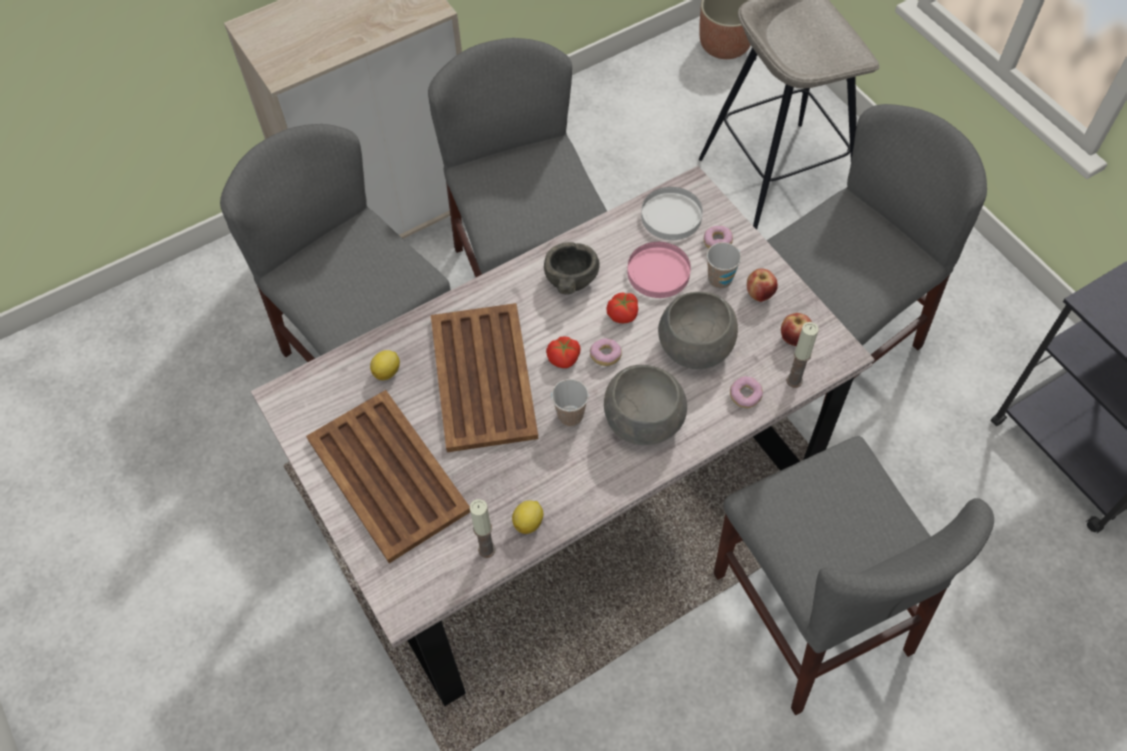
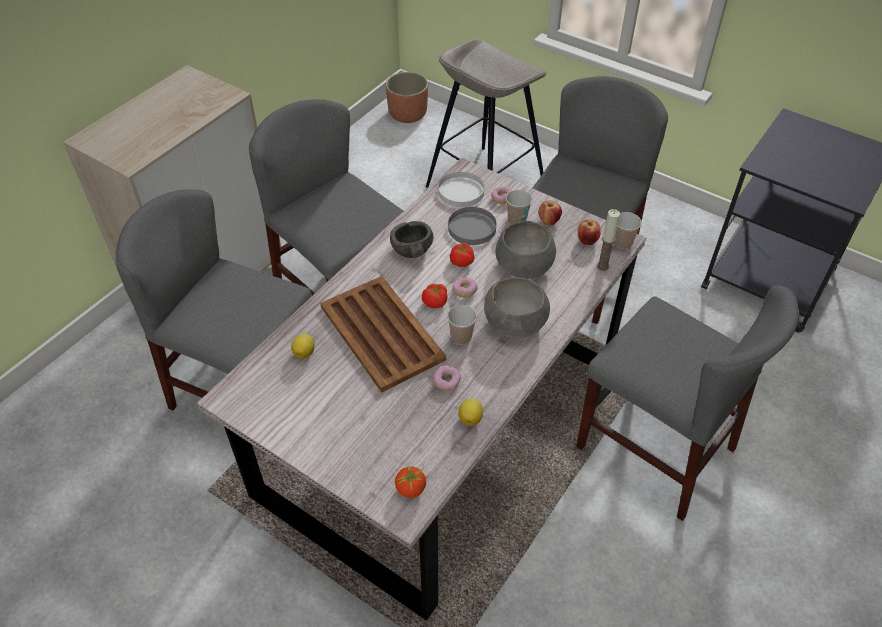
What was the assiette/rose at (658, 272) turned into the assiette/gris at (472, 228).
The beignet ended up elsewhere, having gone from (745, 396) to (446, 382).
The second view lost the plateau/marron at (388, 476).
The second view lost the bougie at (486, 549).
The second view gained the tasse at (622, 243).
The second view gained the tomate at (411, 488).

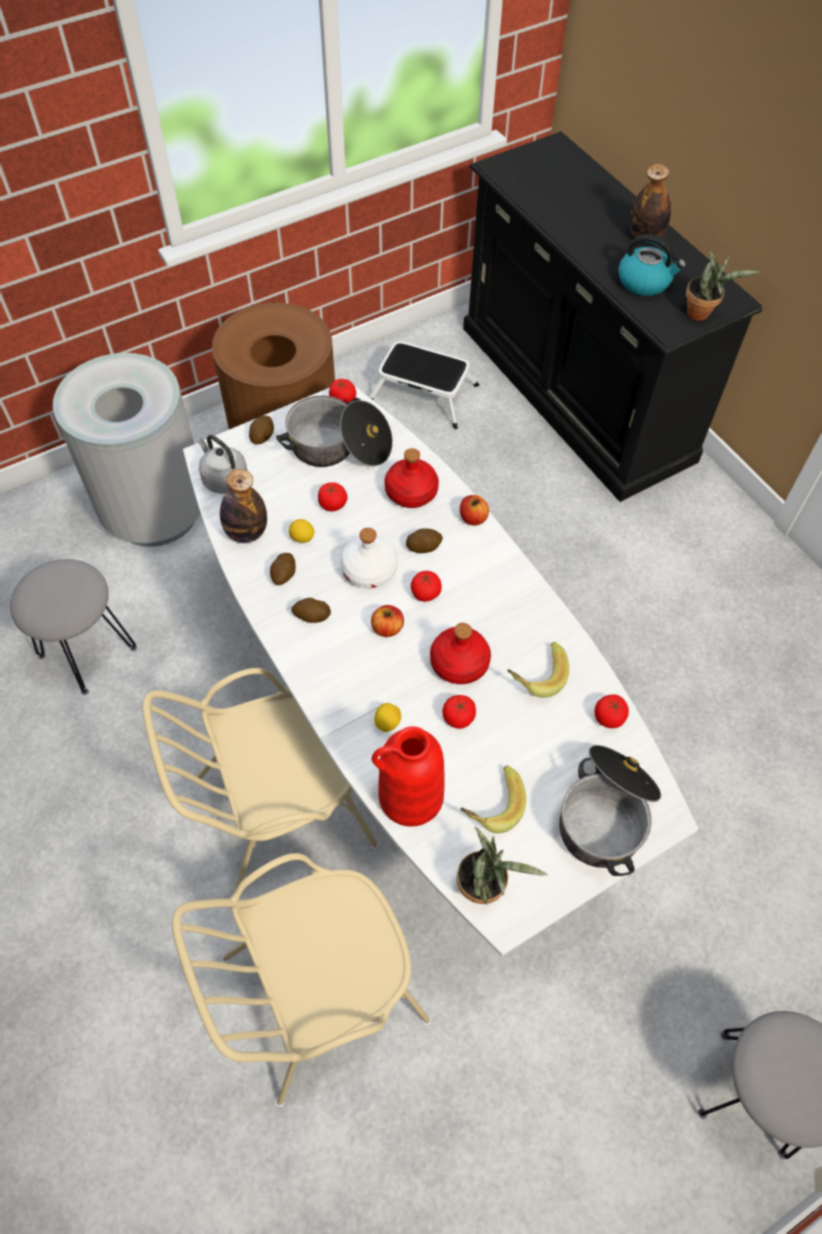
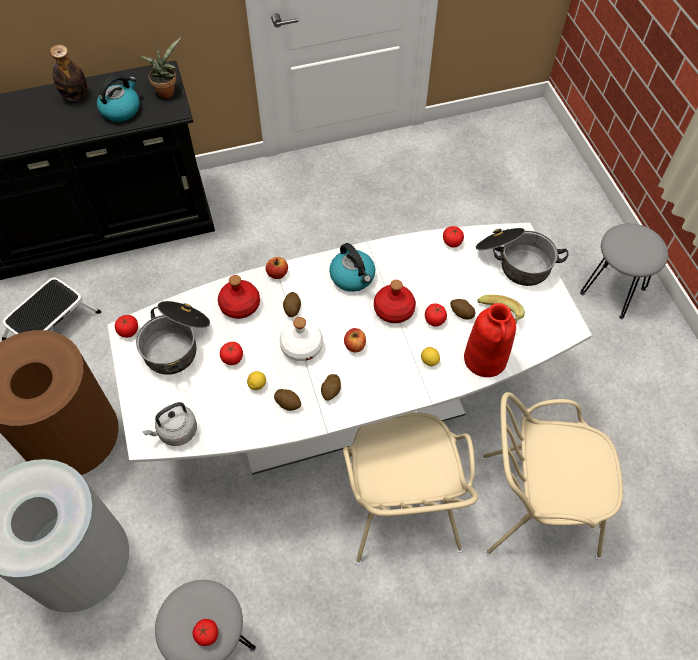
The pomme de terre ended up elsewhere, having gone from (262, 436) to (461, 313).
The second view lost the bouteille at (246, 532).
The tomate ended up elsewhere, having gone from (425, 593) to (207, 634).
The second view lost the banane at (535, 675).
The second view lost the plante en pot at (484, 886).
The chaise/beige at (316, 995) ended up facing another way, 105 degrees clockwise from before.
The second view gained the bouilloire at (353, 277).

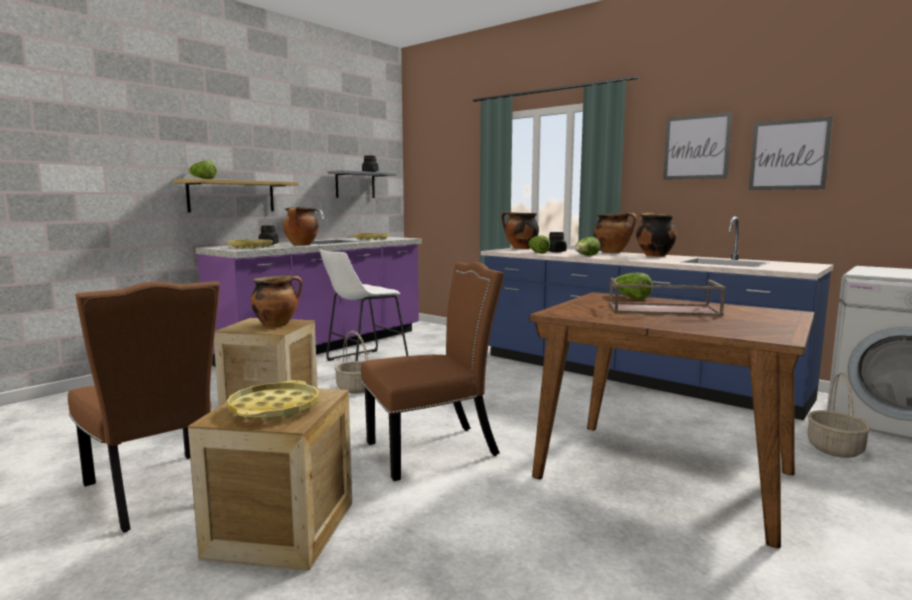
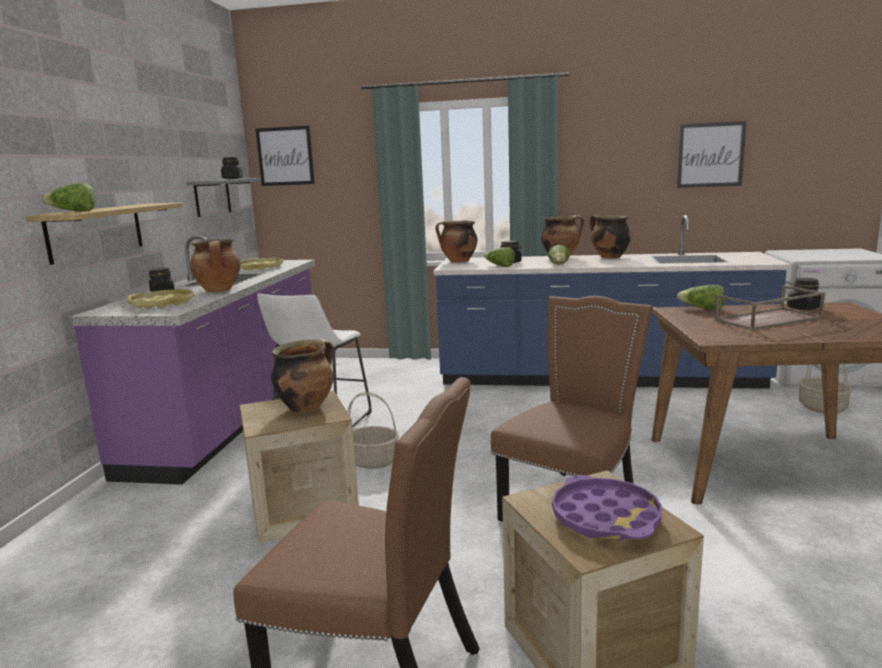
The tableau ended up elsewhere, having gone from (696, 147) to (285, 156).
What was the plateau/jaune at (274, 408) turned into the plateau/violet at (606, 517).
The second view gained the bocal/noir at (803, 308).

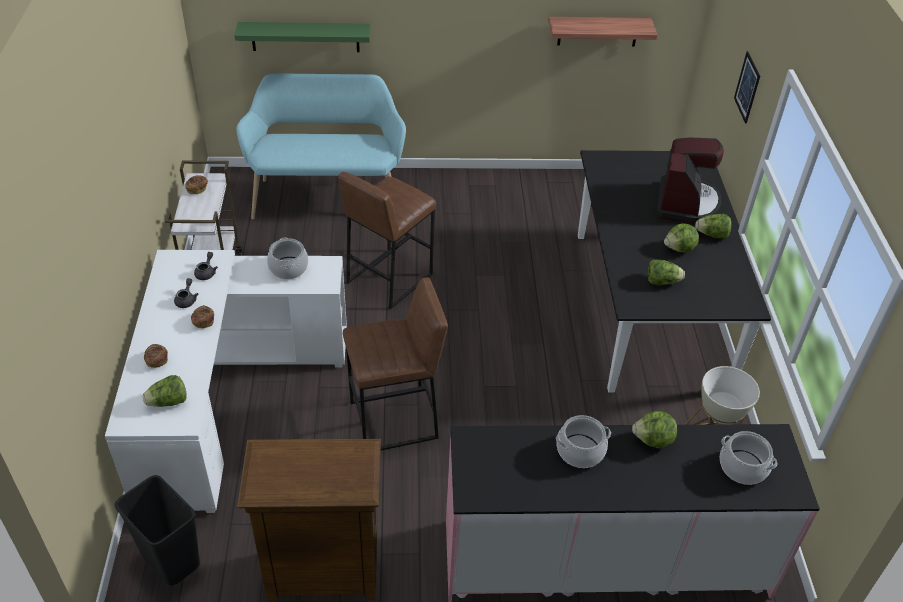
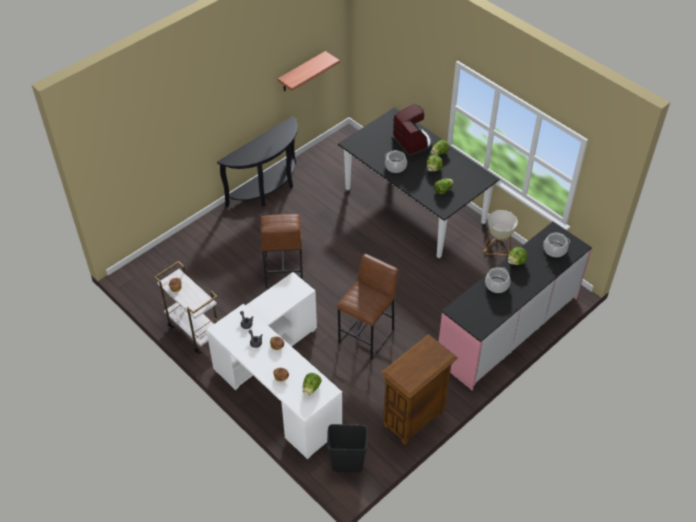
The second view lost the étagère/vert at (305, 36).
The second view lost the tableau at (747, 87).
The second view lost the banc/turquoise at (327, 195).
The marmite ended up elsewhere, having gone from (289, 268) to (395, 166).
The second view gained the table console/noir at (268, 190).

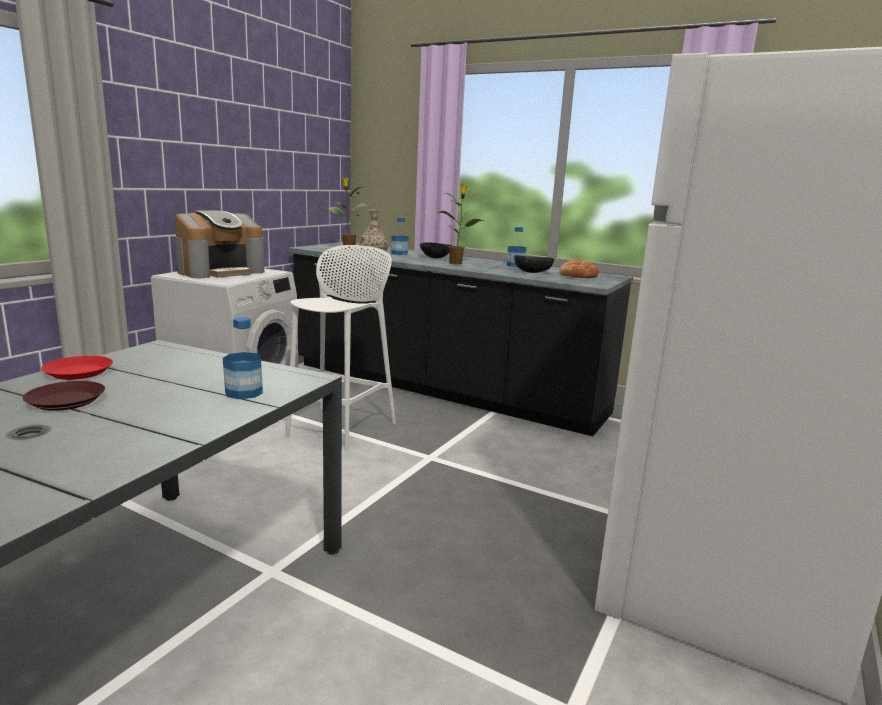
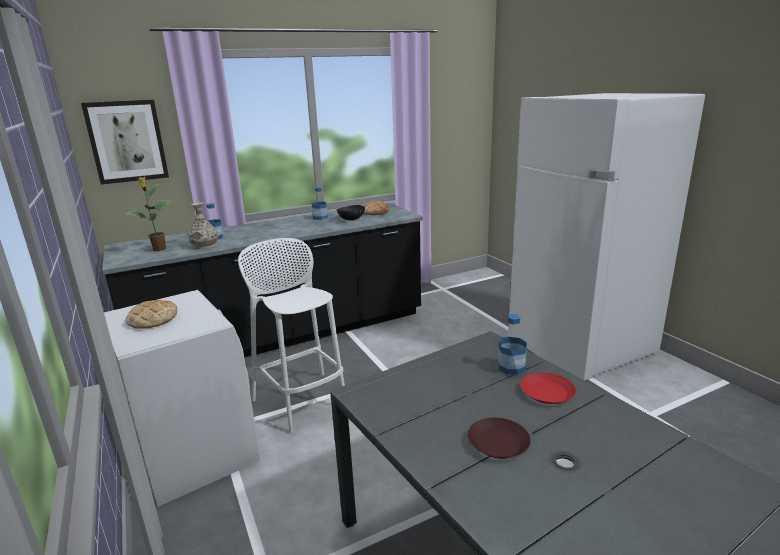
The second view lost the plante en pot at (456, 263).
Where the machine à café stood at (221, 272), the pain came to stand at (153, 319).
The second view lost the bol/noir at (434, 258).
The assiette/rouge ended up elsewhere, having gone from (79, 372) to (546, 392).
The second view gained the tableau at (127, 141).

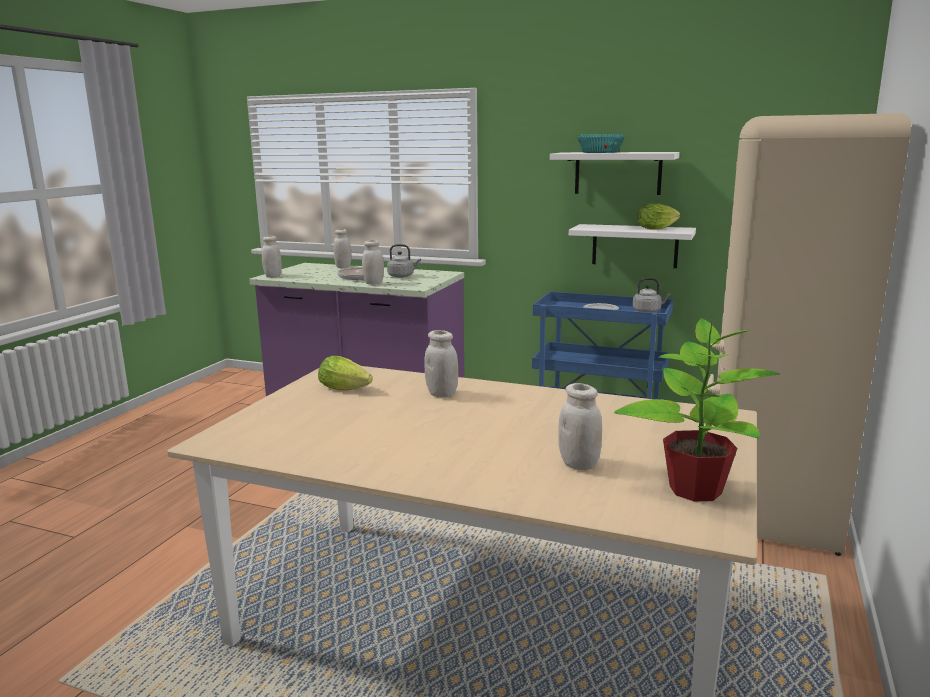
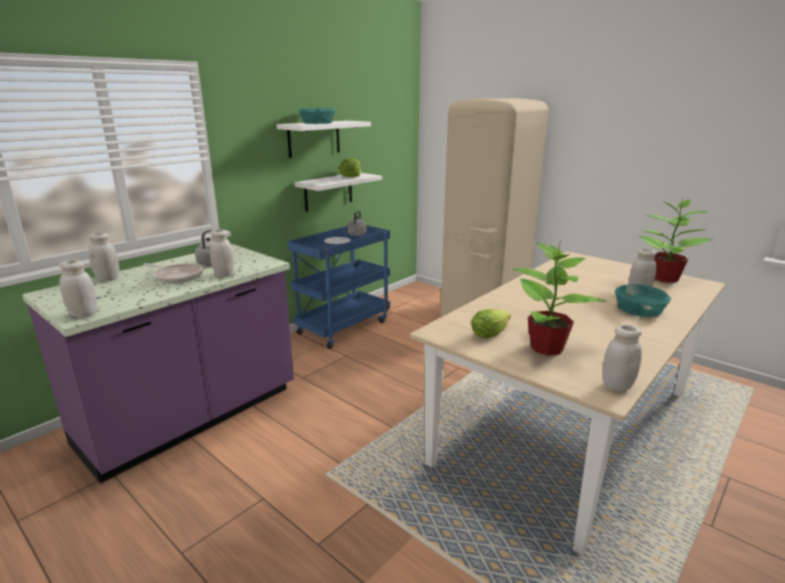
The bocal/blanc ended up elsewhere, having gone from (442, 394) to (617, 385).
The second view gained the plante en pot at (547, 348).
The second view gained the bol/turquoise at (639, 309).

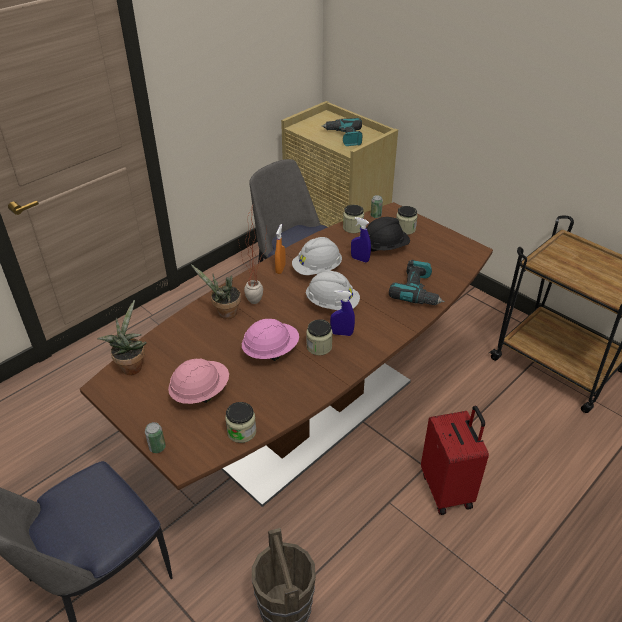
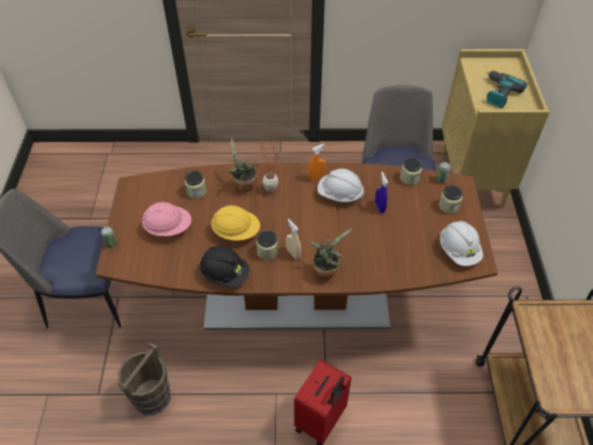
The casque de chantier/noir ended up elsewhere, having gone from (384, 247) to (225, 274).
The second view lost the perceuse at (418, 291).
The casque de chantier/blanc ended up elsewhere, having gone from (332, 304) to (458, 251).
What was the vaporisateur/bleu at (341, 333) turned into the vaporisateur/beige at (293, 253).
The plante en pot ended up elsewhere, having gone from (131, 366) to (326, 271).
What was the casque de chantier/rose at (271, 351) turned into the casque de chantier/jaune at (236, 232).
The bocal ended up elsewhere, having gone from (241, 432) to (196, 191).

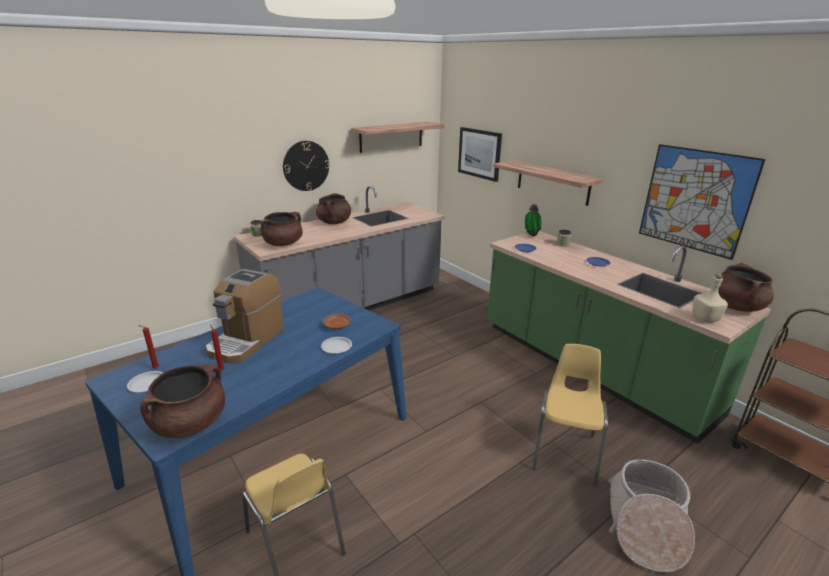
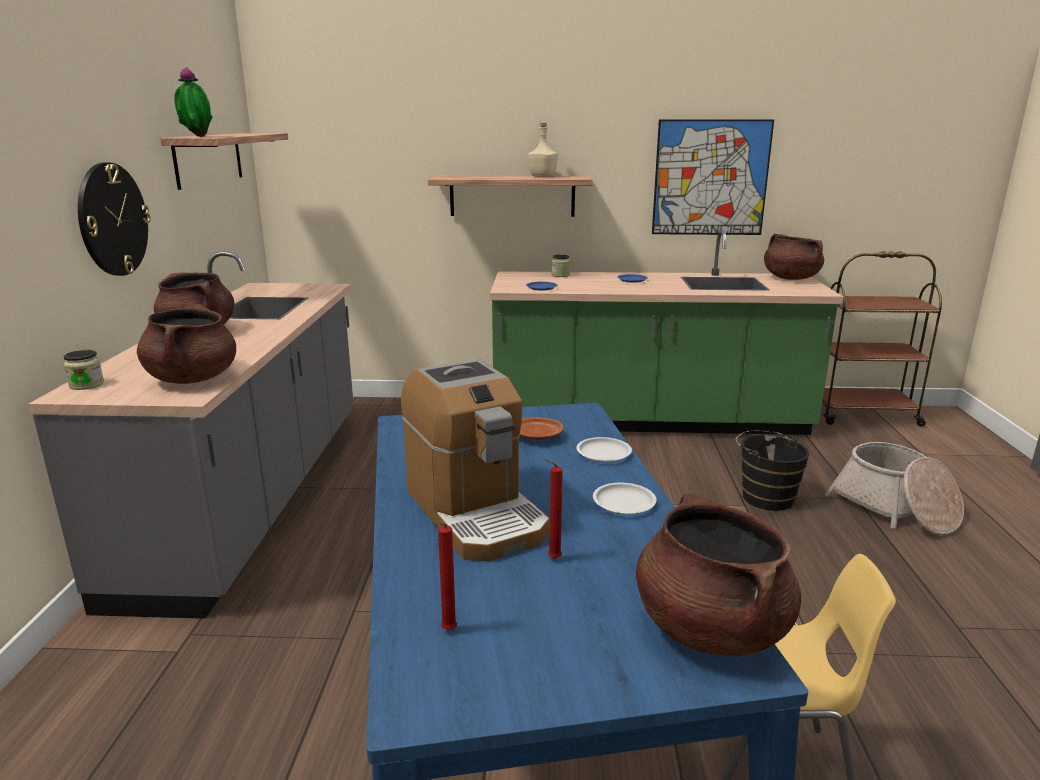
The second view lost the tableau at (479, 153).
The plante en pot ended up elsewhere, having gone from (531, 236) to (197, 137).
The bouteille/beige ended up elsewhere, having gone from (705, 319) to (543, 177).
Where the chaise/jaune stood at (565, 452), the seau/noir came to stand at (764, 496).
The assiette/blanc ended up elsewhere, having gone from (147, 384) to (624, 503).

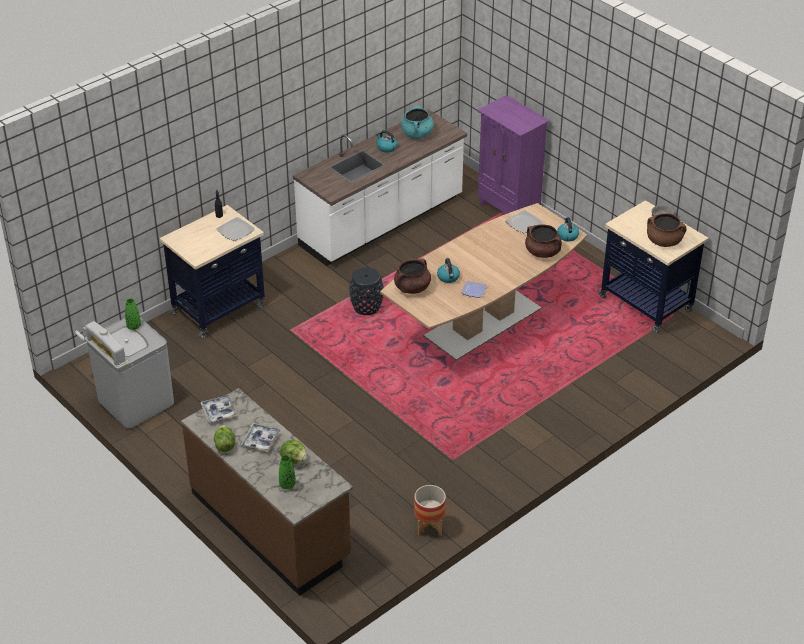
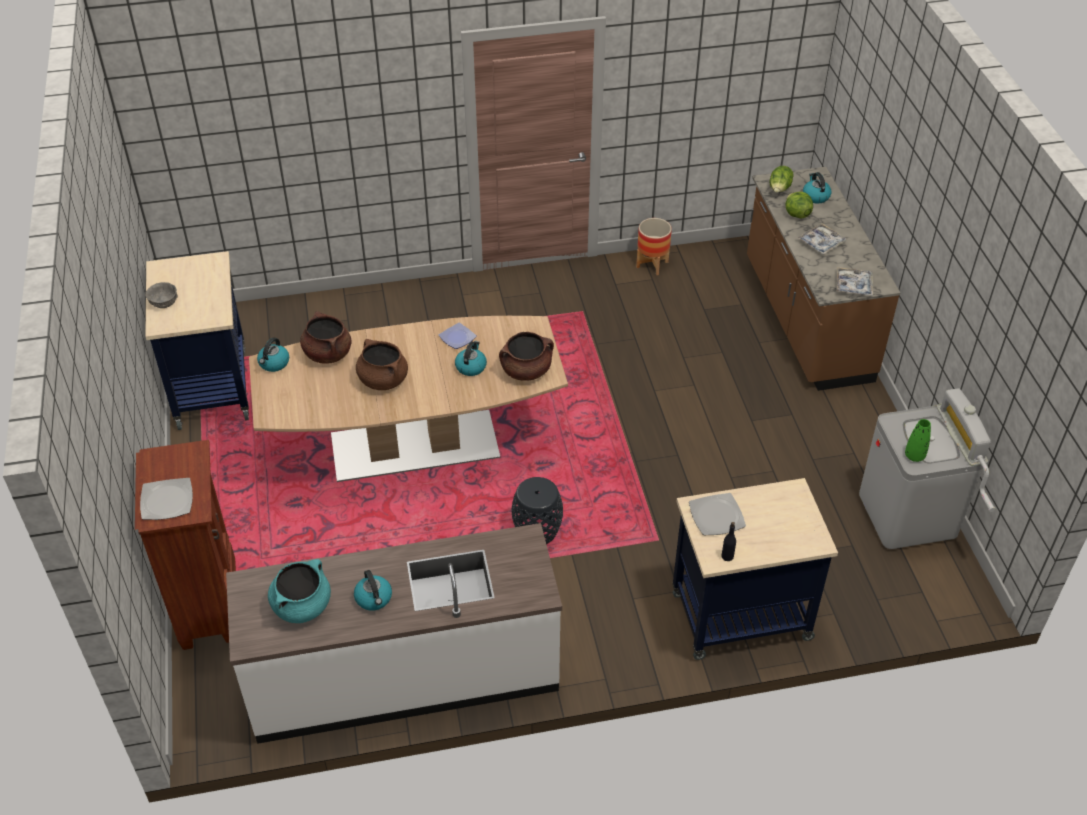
What was the meuble de rangement/violet at (508, 211) turned into the meuble de rangement/marron at (211, 609).
The assiette ended up elsewhere, having gone from (523, 223) to (167, 501).
The marmite/marron ended up elsewhere, having gone from (664, 241) to (383, 380).
The laitue ended up elsewhere, having gone from (224, 445) to (779, 189).
Where the vase/vert stood at (287, 485), the bouilloire came to stand at (815, 196).

